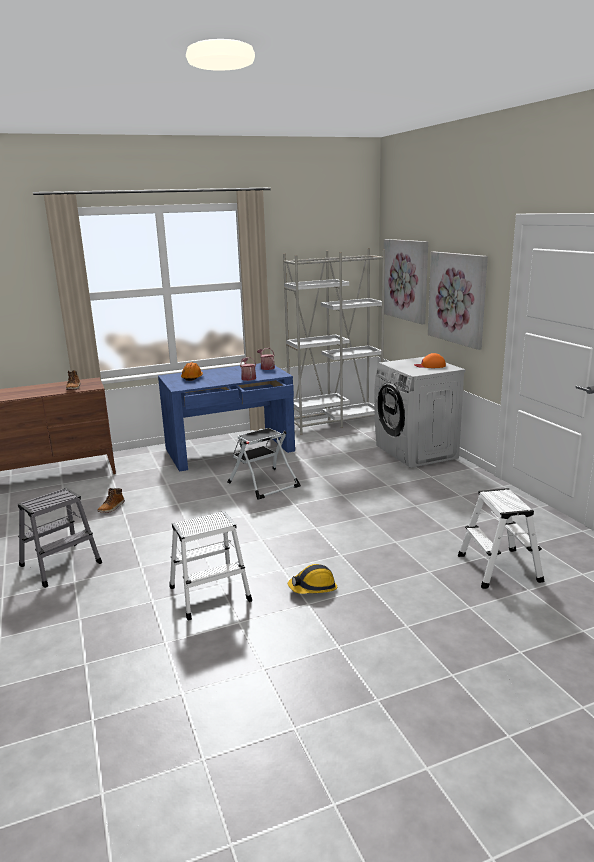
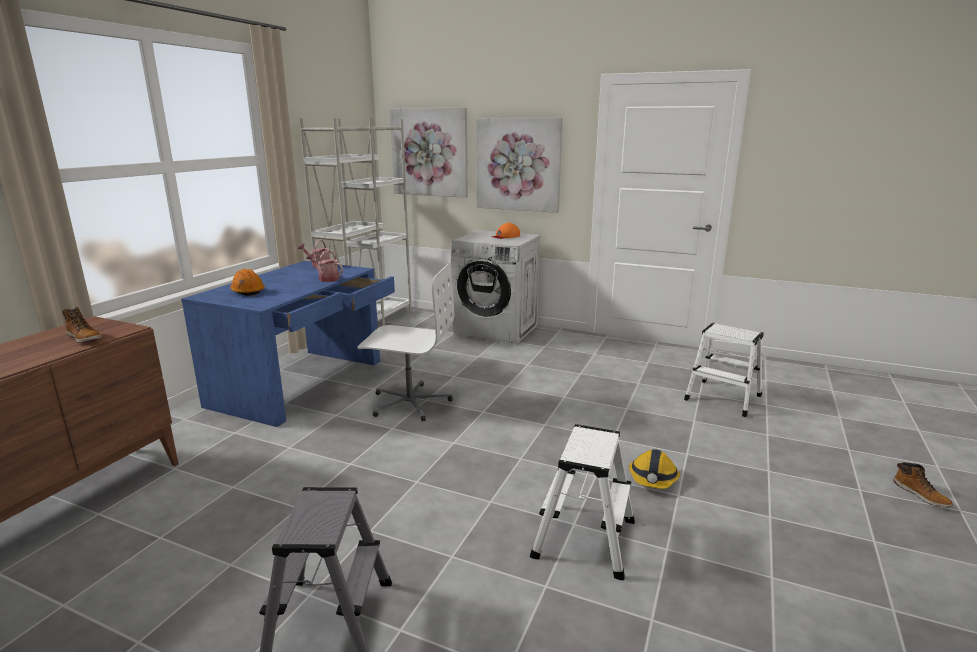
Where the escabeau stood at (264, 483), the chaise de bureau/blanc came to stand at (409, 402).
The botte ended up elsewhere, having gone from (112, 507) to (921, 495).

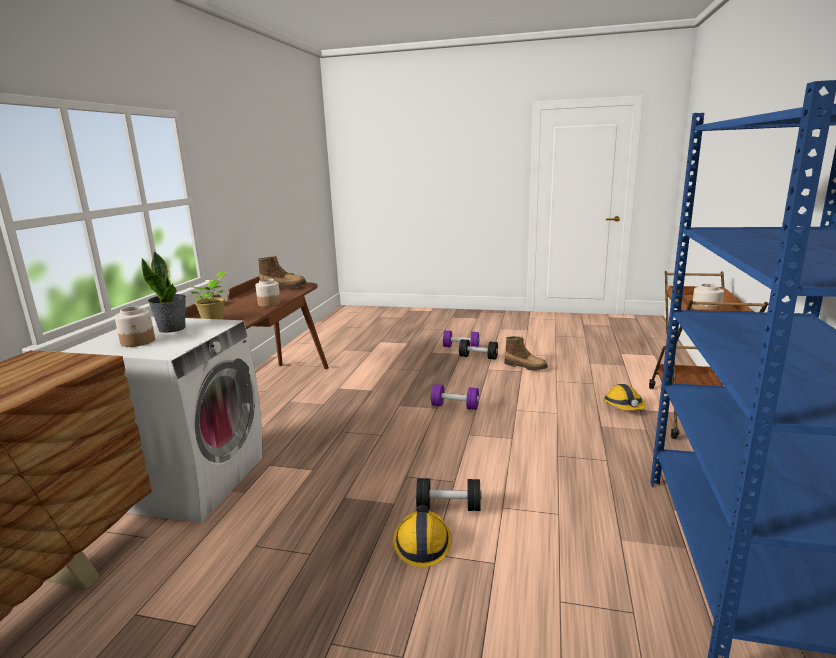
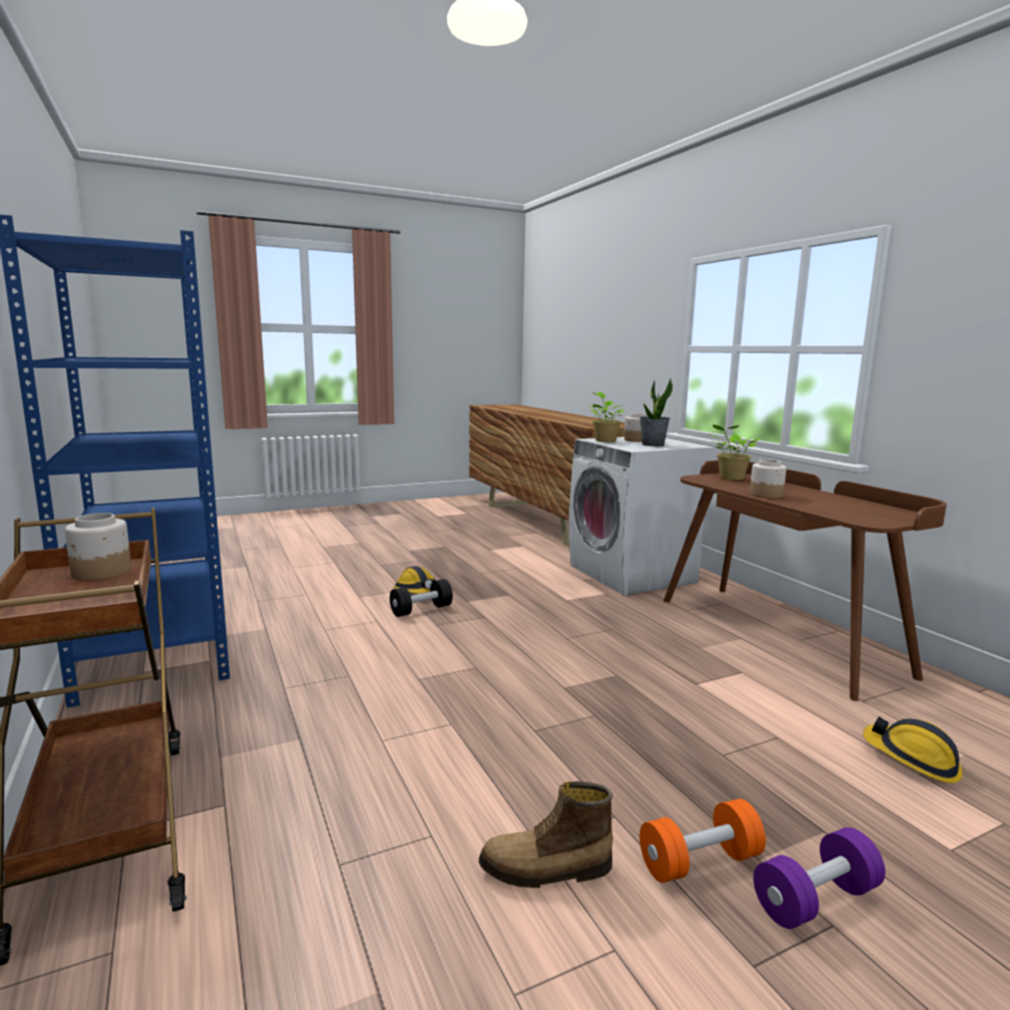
The second view lost the botte at (284, 287).
What was the haltère/noir at (478, 357) turned into the haltère/orange at (699, 862).
The second view lost the haltère/violet at (455, 406).
The casque de chantier ended up elsewhere, having gone from (624, 406) to (912, 760).
The second view gained the plante en pot at (604, 440).

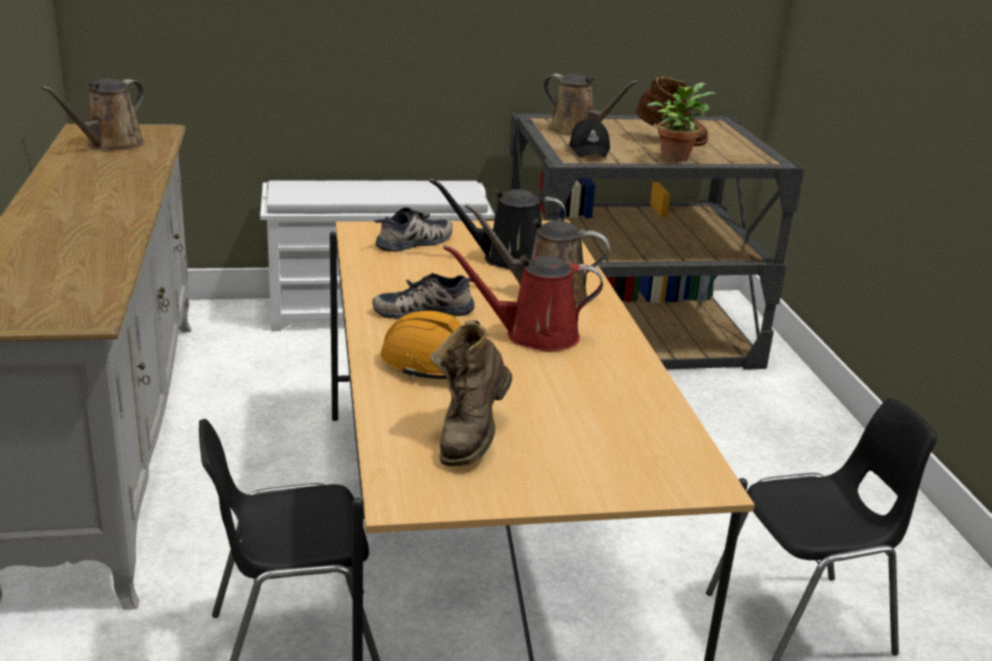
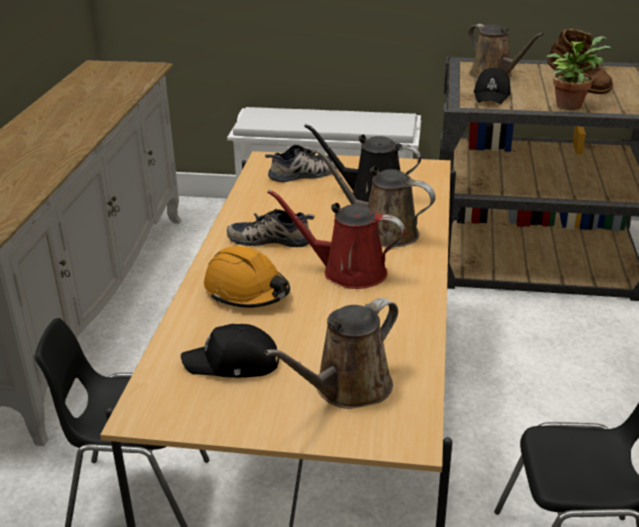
The arrosoir/marron ended up elsewhere, having gone from (110, 144) to (347, 389).
Where the botte/marron stood at (470, 437), the casquette/noir came to stand at (233, 363).

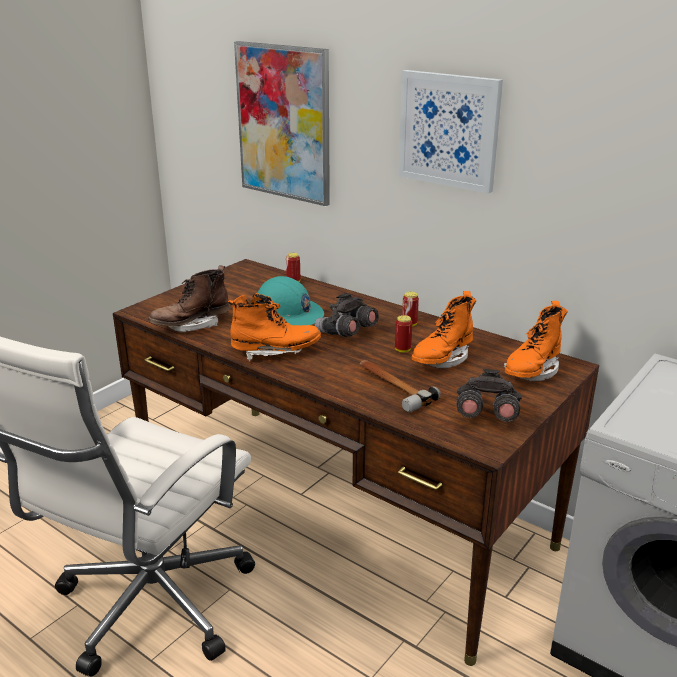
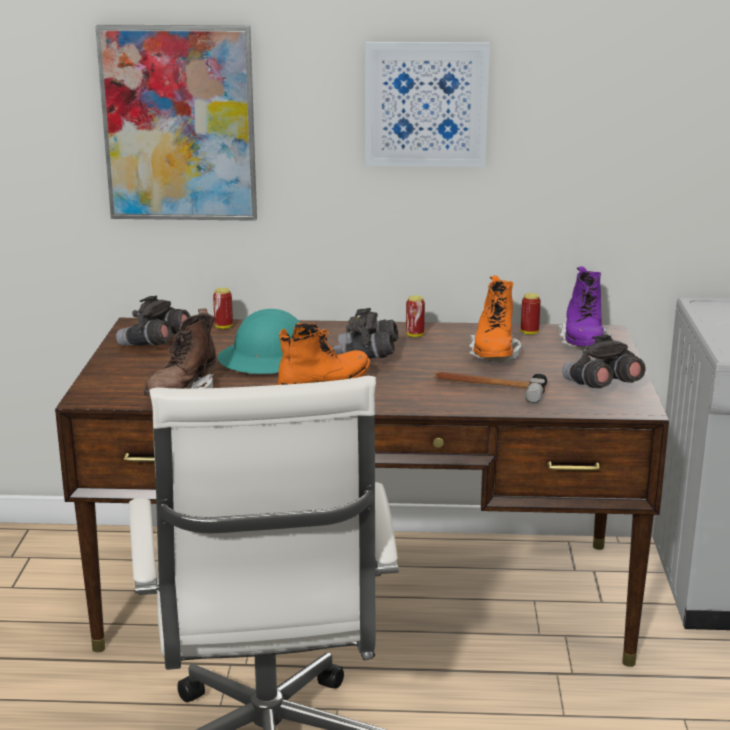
What was the botte/orange at (531, 372) turned into the botte/violet at (583, 344).
The boîte métallique ended up elsewhere, having gone from (402, 350) to (529, 333).
The second view gained the jumelles/gris at (155, 344).

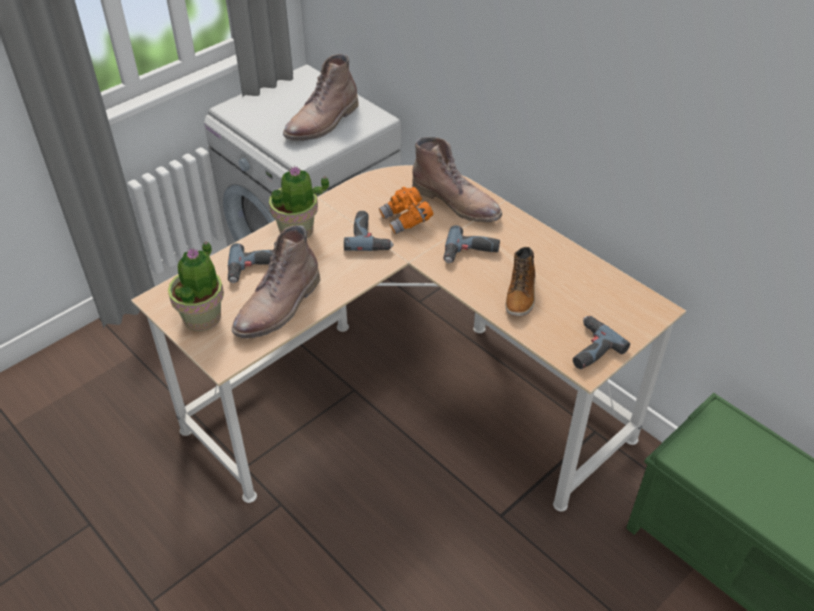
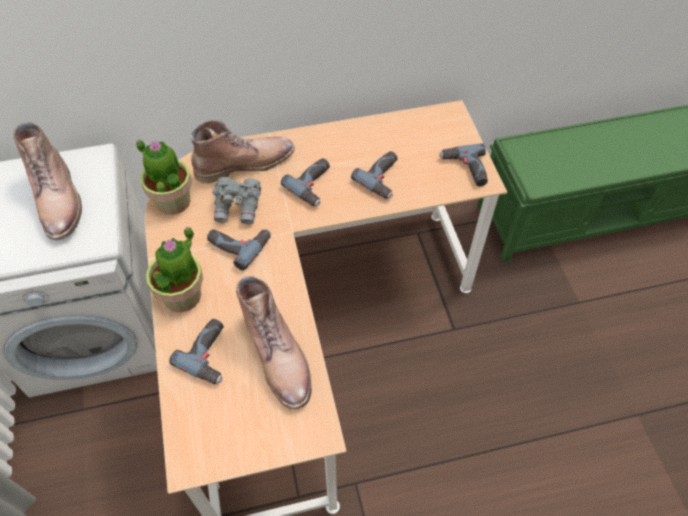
What was the jumelles/orange at (406, 220) turned into the jumelles/gris at (239, 208).
The plante en pot ended up elsewhere, having gone from (203, 317) to (173, 201).
Where the botte stood at (521, 294), the perceuse came to stand at (384, 178).

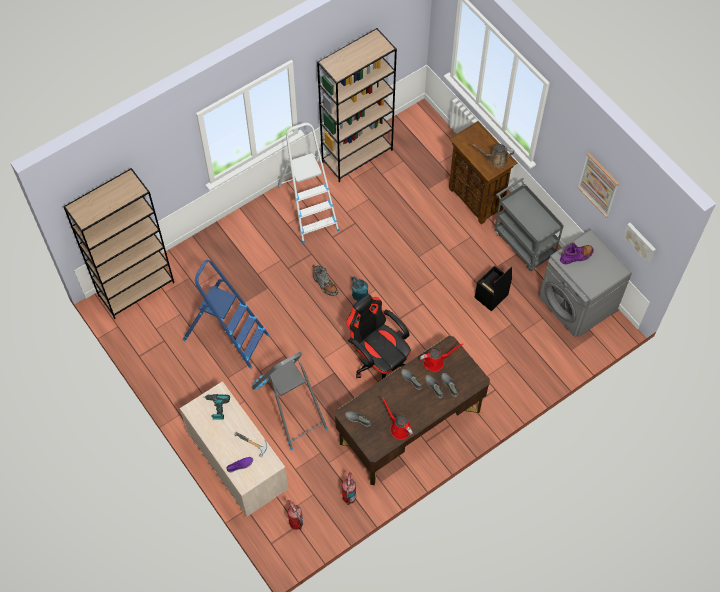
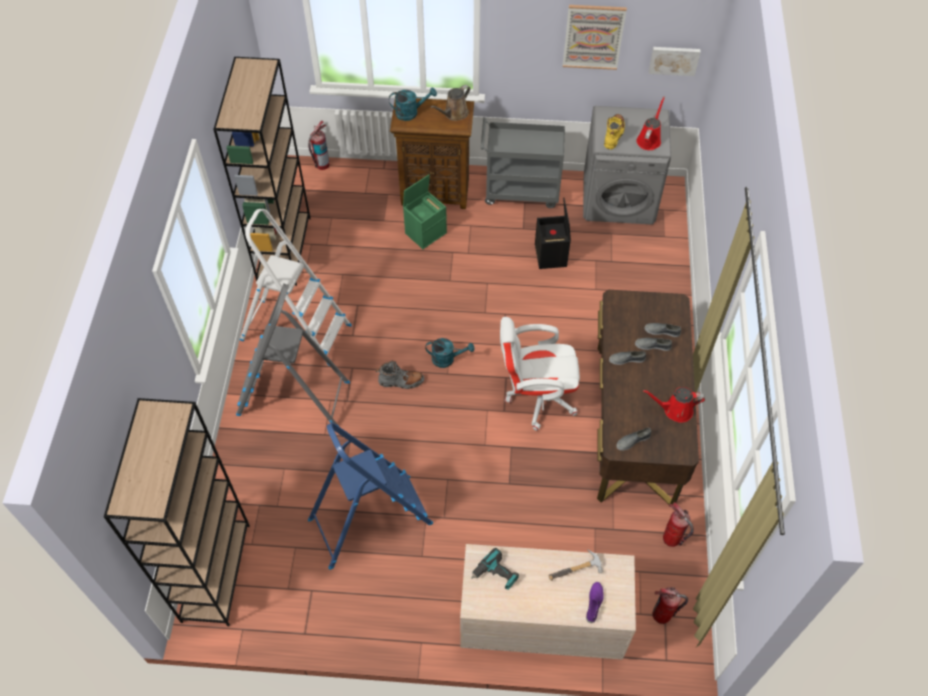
What was the botte/violet at (576, 256) turned into the botte/jaune at (614, 135).
What was the chaise de bureau/noir at (378, 361) turned into the chaise de bureau/blanc at (535, 397).
The arrosoir/rouge ended up elsewhere, having gone from (436, 361) to (649, 139).
The escabeau/gris ended up elsewhere, having gone from (288, 407) to (292, 398).
The second view gained the arrosoir/turquoise at (411, 112).
The second view gained the extincteur at (322, 165).
The second view gained the boîte de rangement/vert at (426, 232).

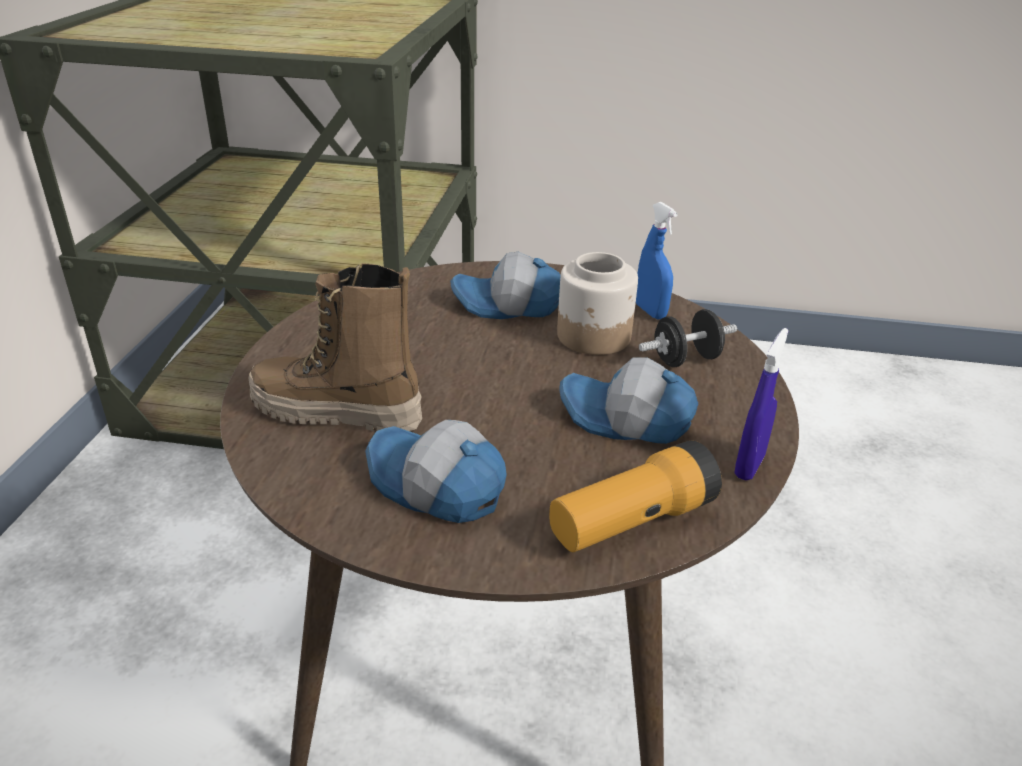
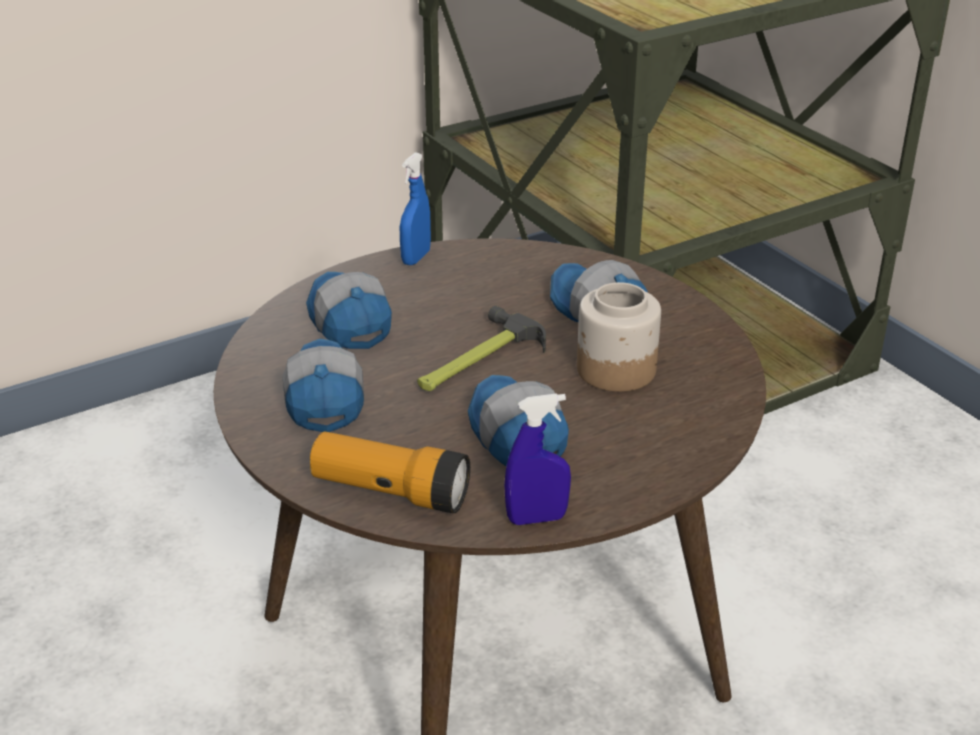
The vaporisateur/bleu ended up elsewhere, having gone from (650, 311) to (416, 258).
Where the botte stood at (337, 413), the casquette came to stand at (347, 323).
The second view lost the haltère/noir at (685, 359).
The second view gained the marteau at (476, 360).

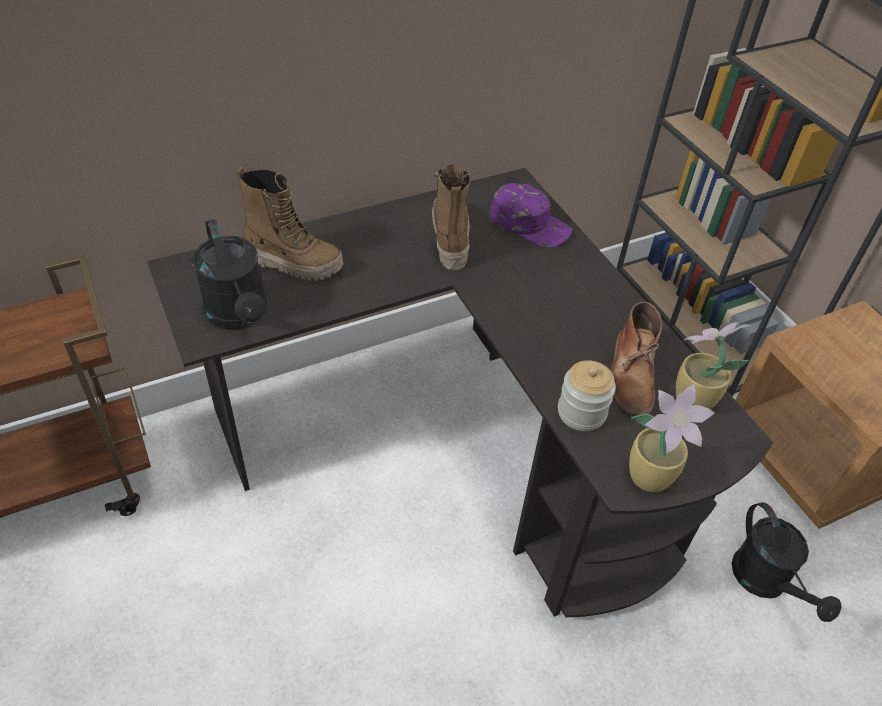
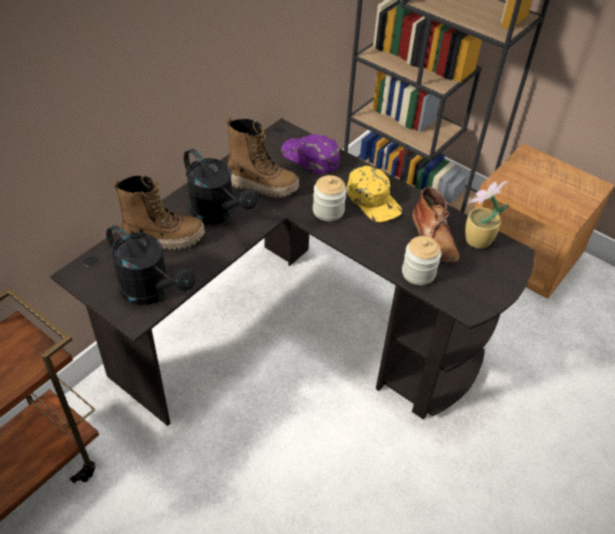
The botte at (449, 238) ended up facing another way, 135 degrees clockwise from before.
The casquette/violet at (530, 223) ended up facing another way, 150 degrees counterclockwise from before.
The second view lost the plante en pot at (652, 477).
The arrosoir/noir ended up elsewhere, having gone from (766, 582) to (218, 213).
The second view gained the casquette/jaune at (374, 200).
The second view gained the bocal at (328, 211).

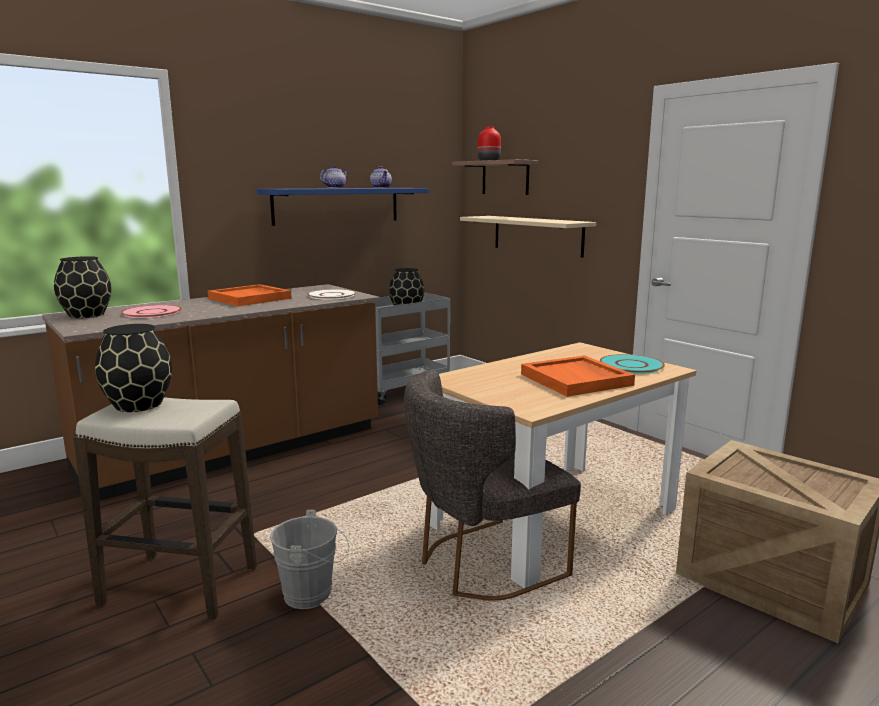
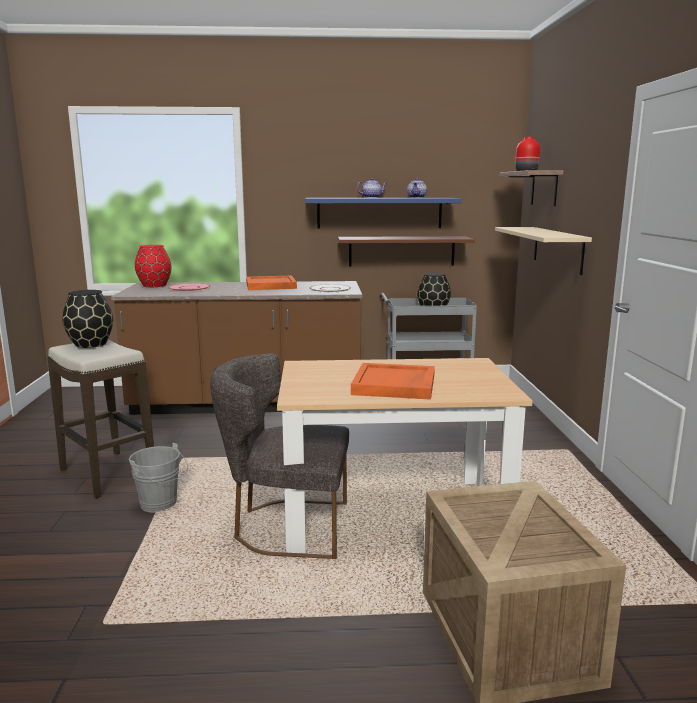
What was the vase/noir at (86, 315) turned into the vase/rouge at (154, 285).
The second view lost the assiette/turquoise at (631, 365).
The second view gained the étagère/marron at (401, 251).

